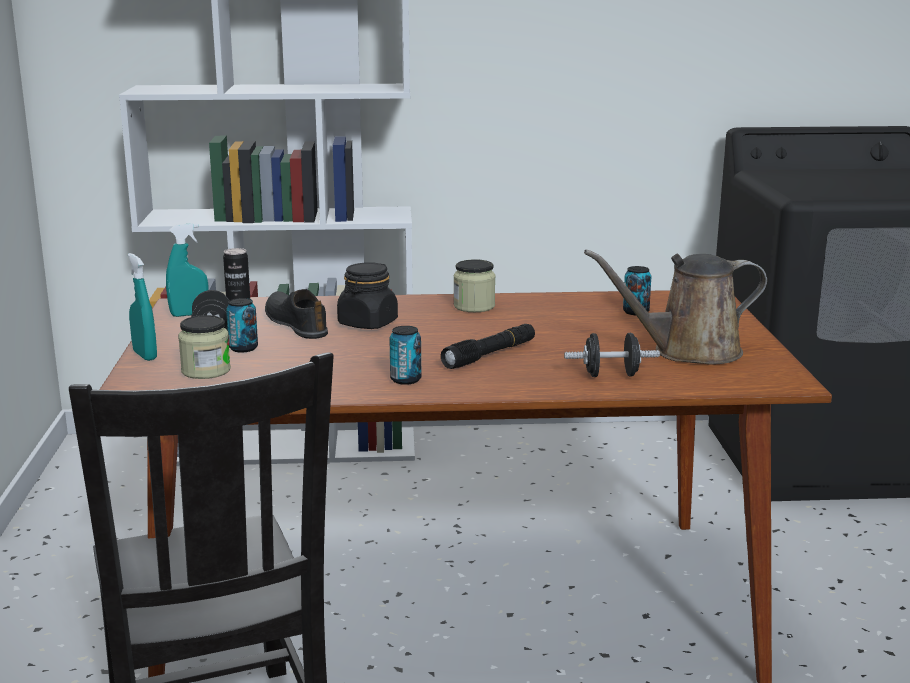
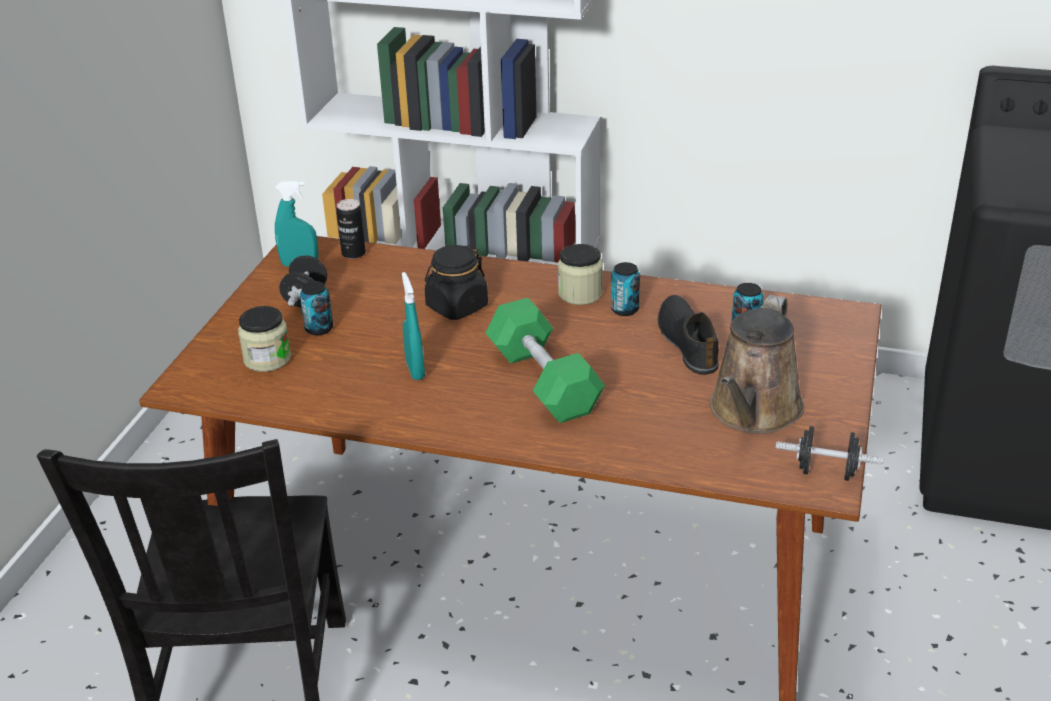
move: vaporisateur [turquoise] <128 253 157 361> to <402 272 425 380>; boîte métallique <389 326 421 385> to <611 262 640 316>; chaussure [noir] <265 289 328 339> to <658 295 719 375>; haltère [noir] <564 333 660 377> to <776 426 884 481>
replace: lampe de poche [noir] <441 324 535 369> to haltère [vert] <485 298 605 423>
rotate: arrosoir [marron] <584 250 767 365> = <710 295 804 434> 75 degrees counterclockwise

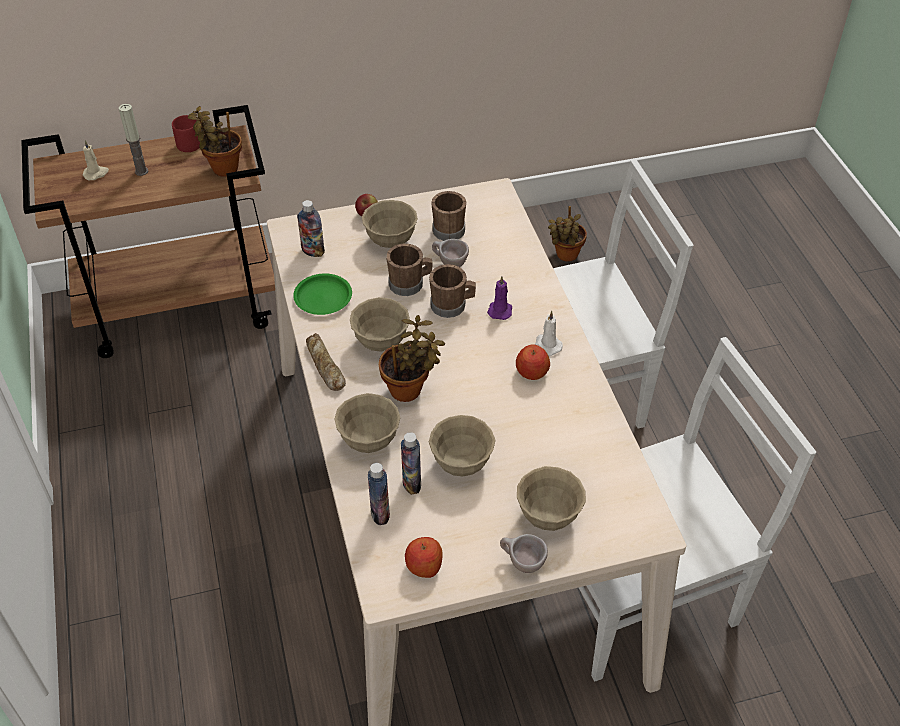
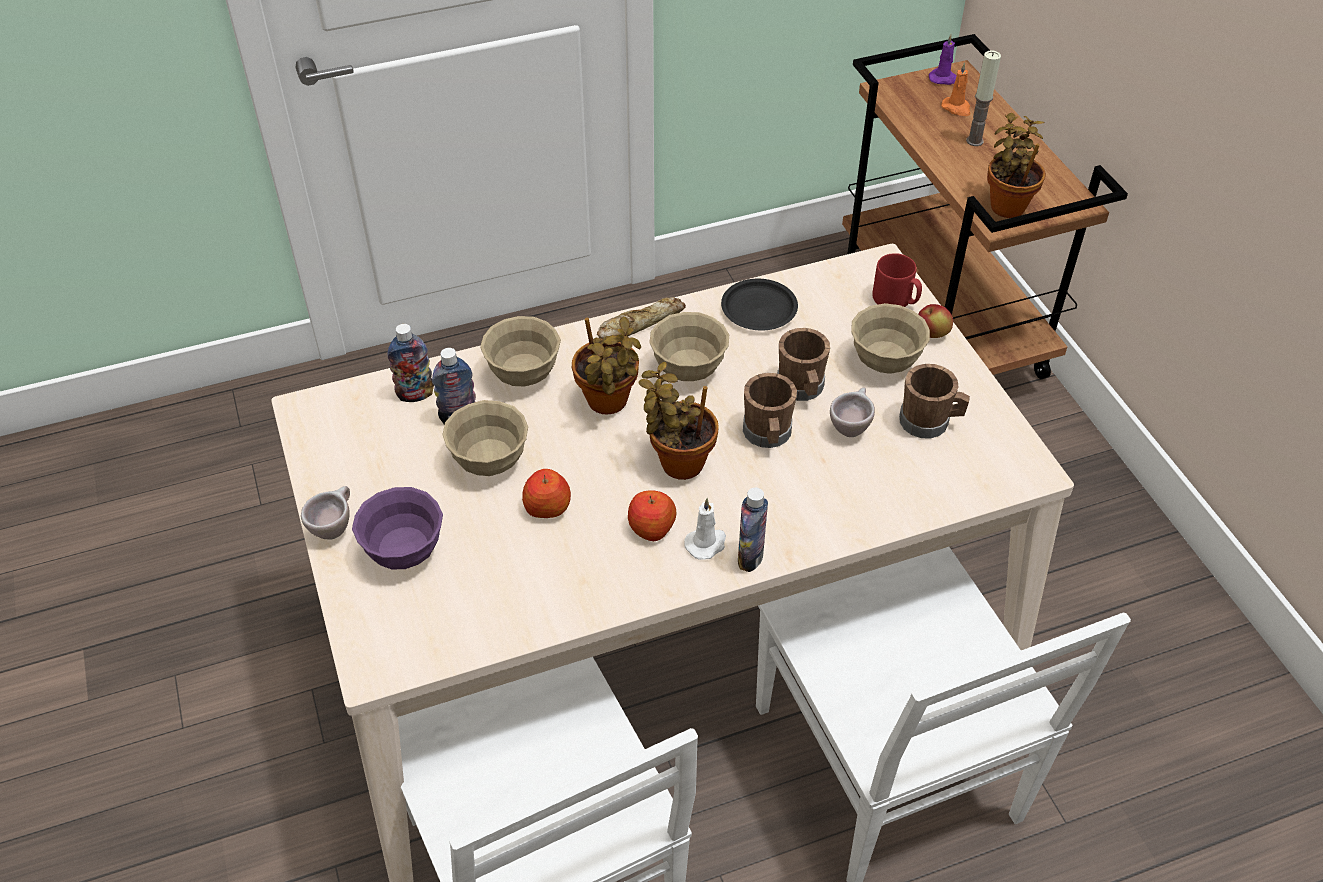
move: pomme <405 537 443 578> to <522 469 571 518>; plante en pot <548 206 587 262> to <638 362 719 480>; bouteille <297 200 325 257> to <738 488 768 572>; mug [rouge] <172 115 200 152> to <872 253 922 307>; bougie [violet] <487 276 512 320> to <929 34 957 85>
recolor: bol [beige] <517 466 586 531> to bol [violet] <352 487 443 570>; assiette [vert] <293 273 352 315> to assiette [noir] <721 279 798 331>; bougie [beige] <83 140 109 181> to bougie [orange] <941 62 970 116>

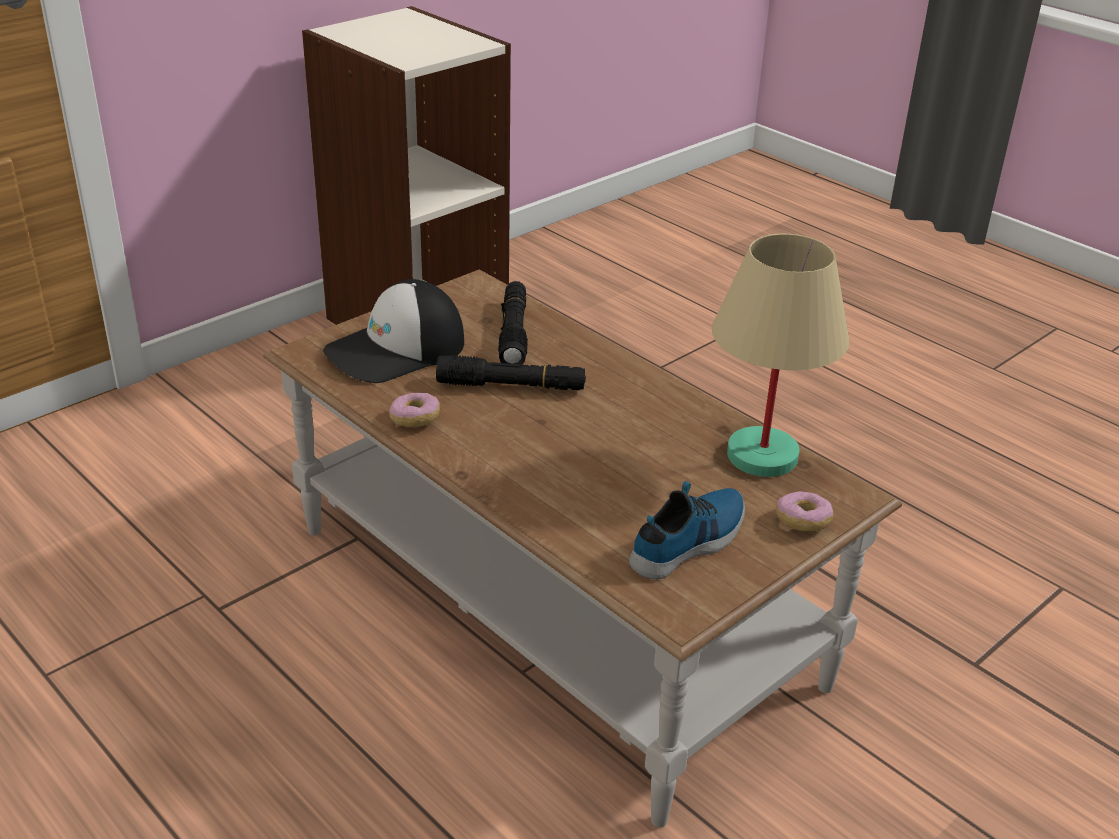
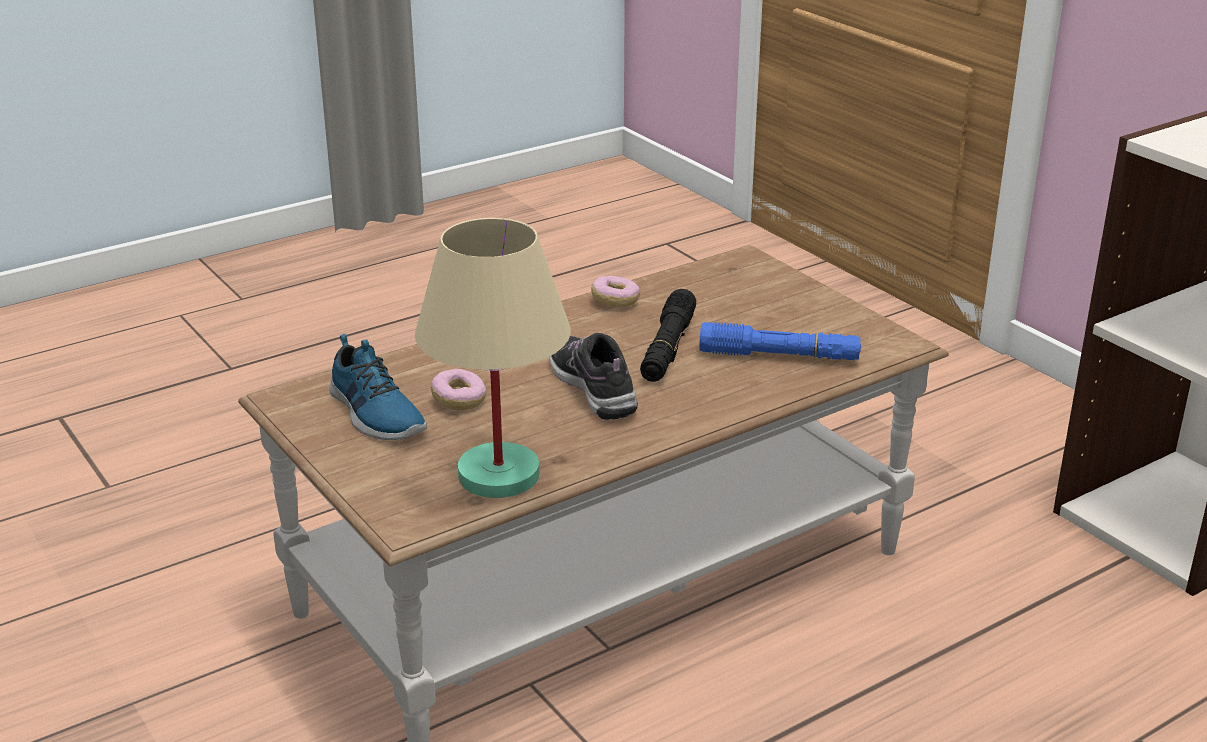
delete: casquette <323 279 464 383>
insert: chaussure <550 333 638 420>
move: beignet <776 491 834 531> to <431 369 487 410>
recolor: lampe de poche [noir] <498 281 528 365> to lampe de poche [bleu] <699 322 861 360>

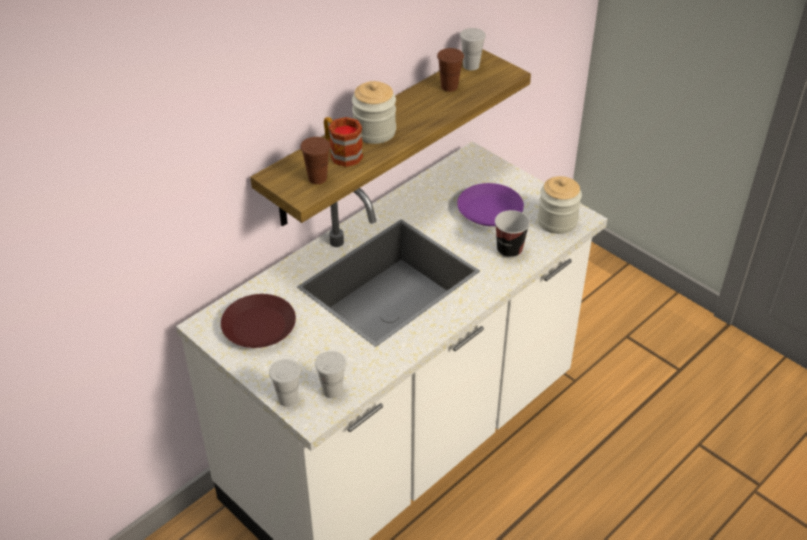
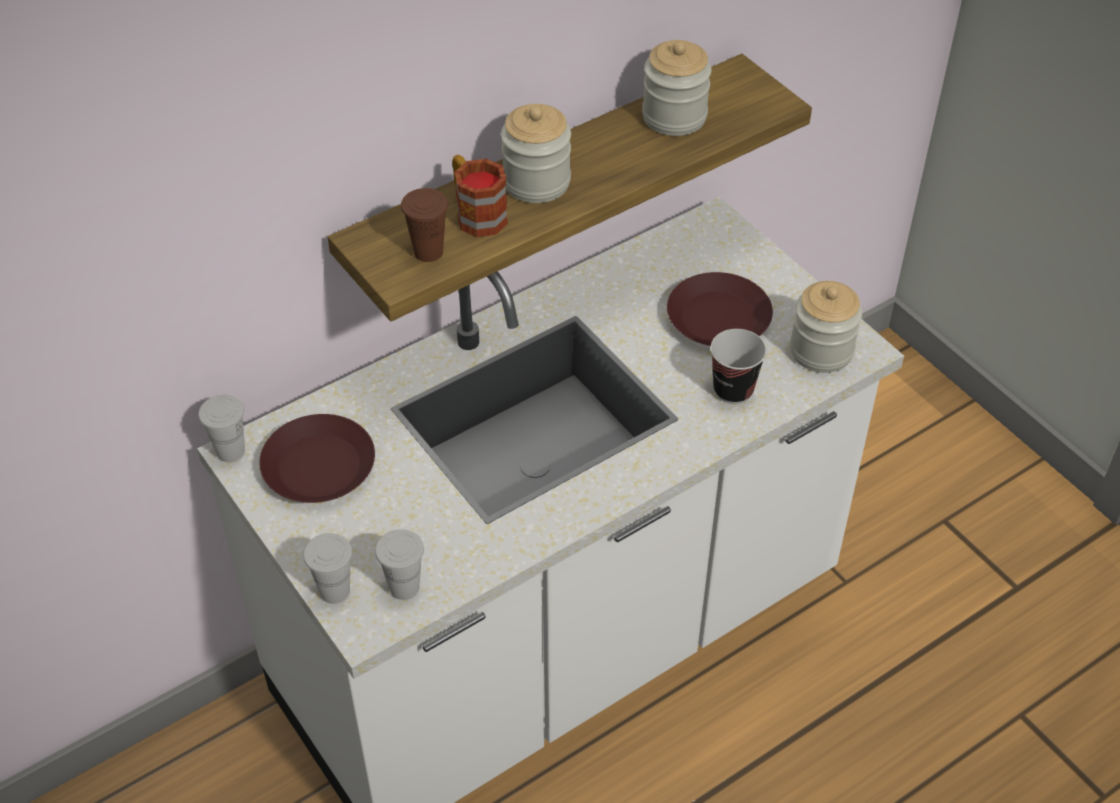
move: tasse [blanc] <460 28 486 71> to <198 395 245 462>
replace: tasse [marron] <437 48 464 92> to bocal <642 40 712 136>
recolor: assiette [violet] <457 183 524 226> to assiette [marron] <667 272 773 346>

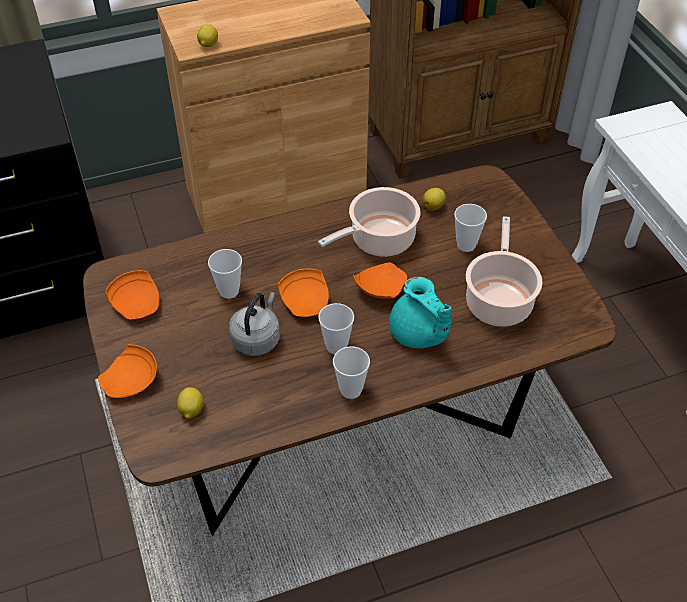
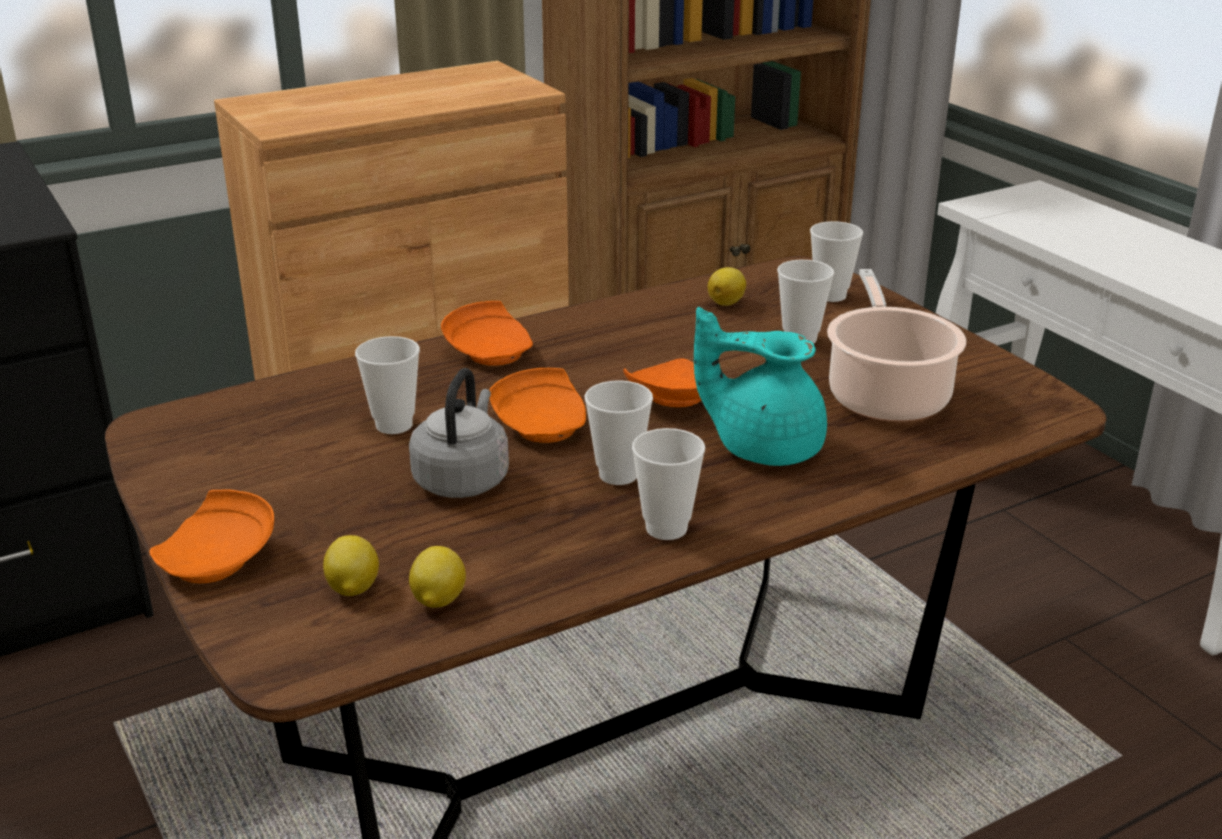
delete: marmite <318 187 420 257>
insert: tasse <810 221 863 302>
move: citron <197 24 218 47> to <409 546 466 608>; assiette [orange] <105 270 159 320> to <441 301 533 366>
rotate: théière [turquoise] <389 277 452 348> = <694 307 827 466> 150 degrees clockwise

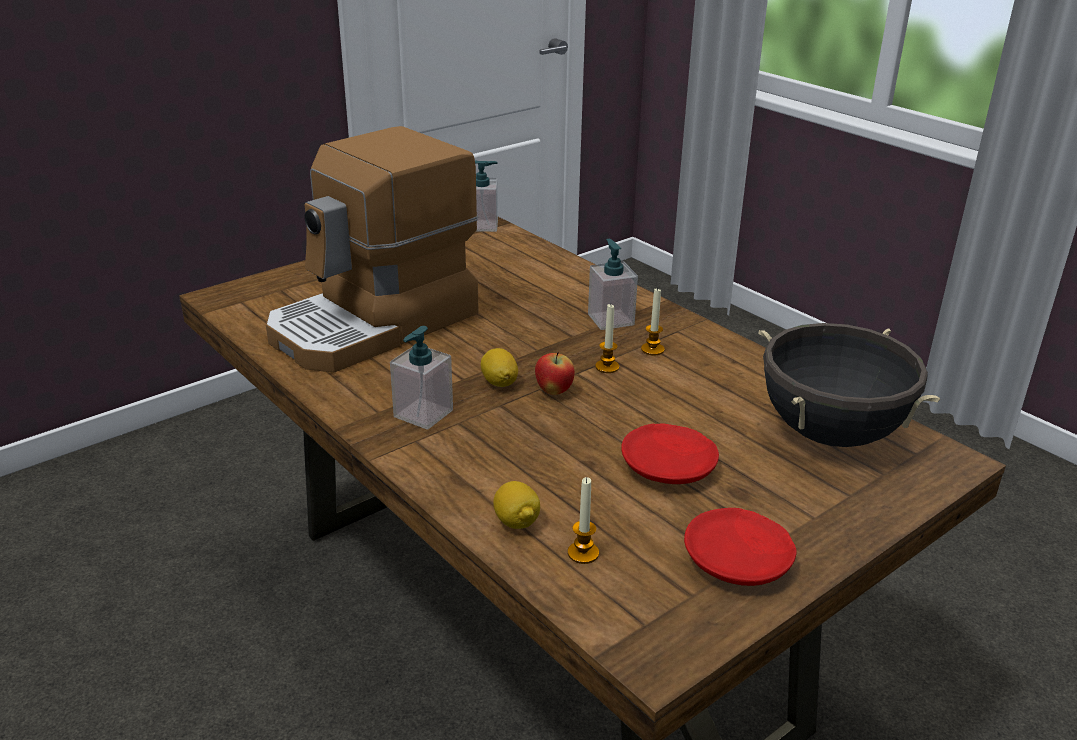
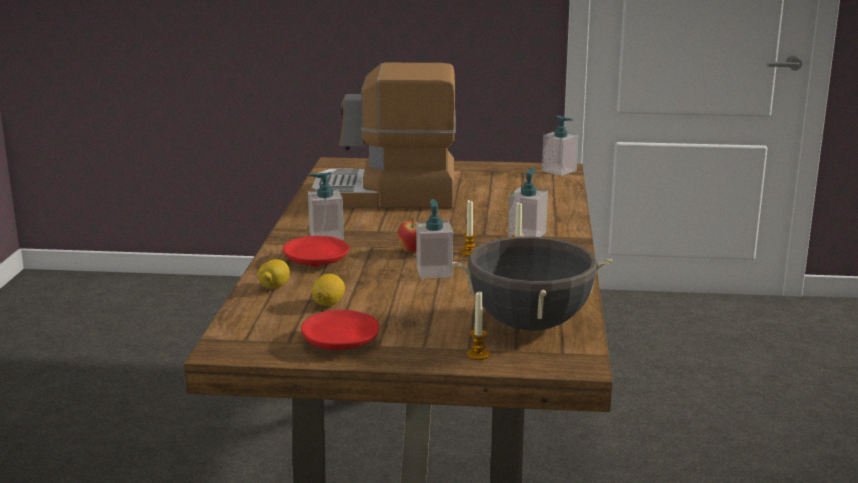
insert: distributeur de savon <416 199 453 279>
move: assiette [rouge] <621 424 719 484> to <283 236 350 267>; citron <481 348 518 387> to <312 274 345 306>; bougie <568 477 599 564> to <467 292 490 360>

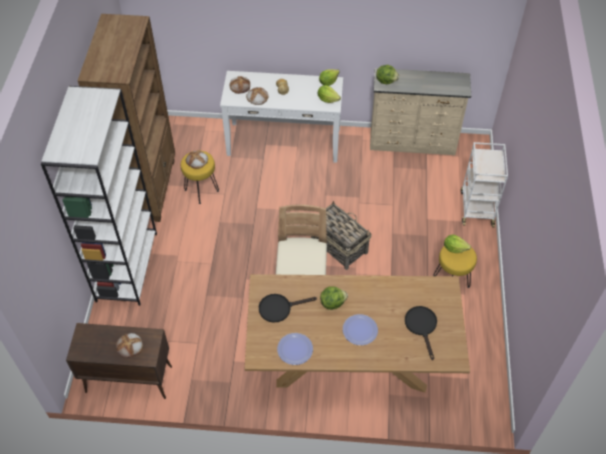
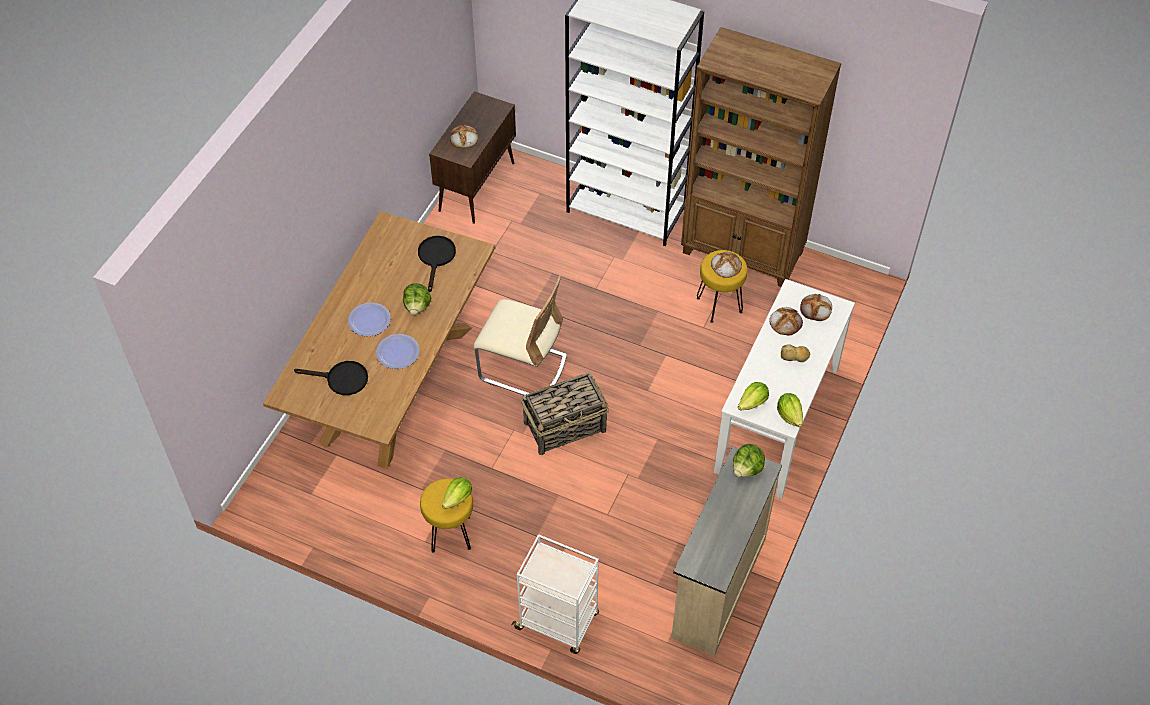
move: assiette <277 333 313 365> to <376 334 420 369>

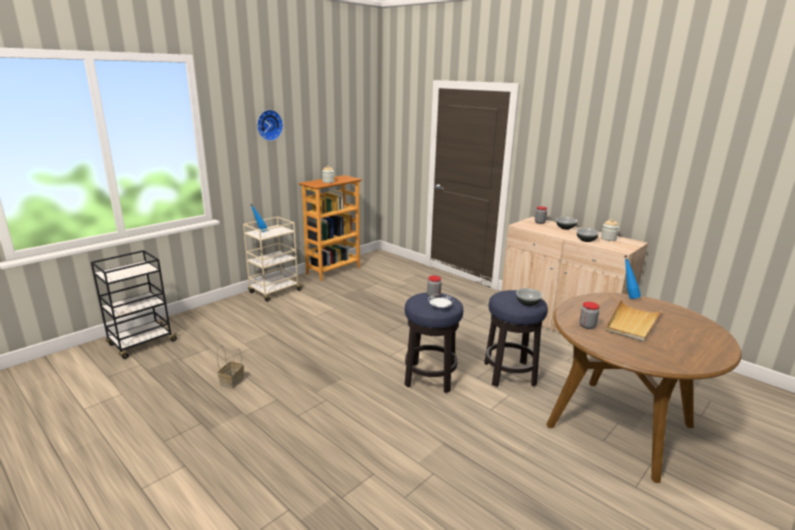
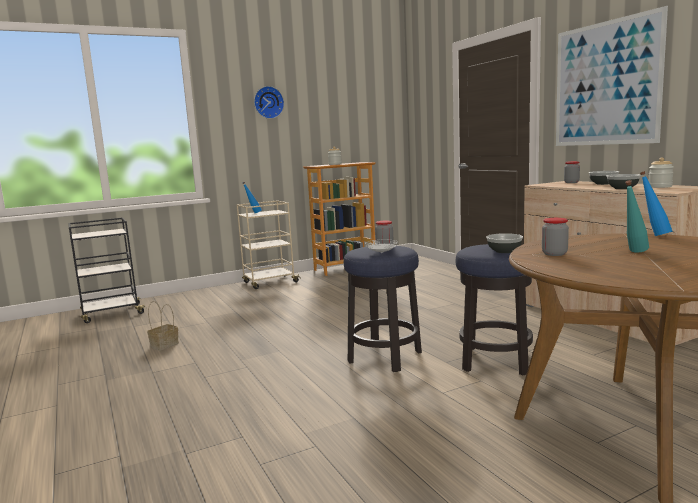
insert: tableau <556 6 668 146>
replace: plateau [beige] <606 300 662 342> to bouteille [turquoise] <625 180 649 253>

